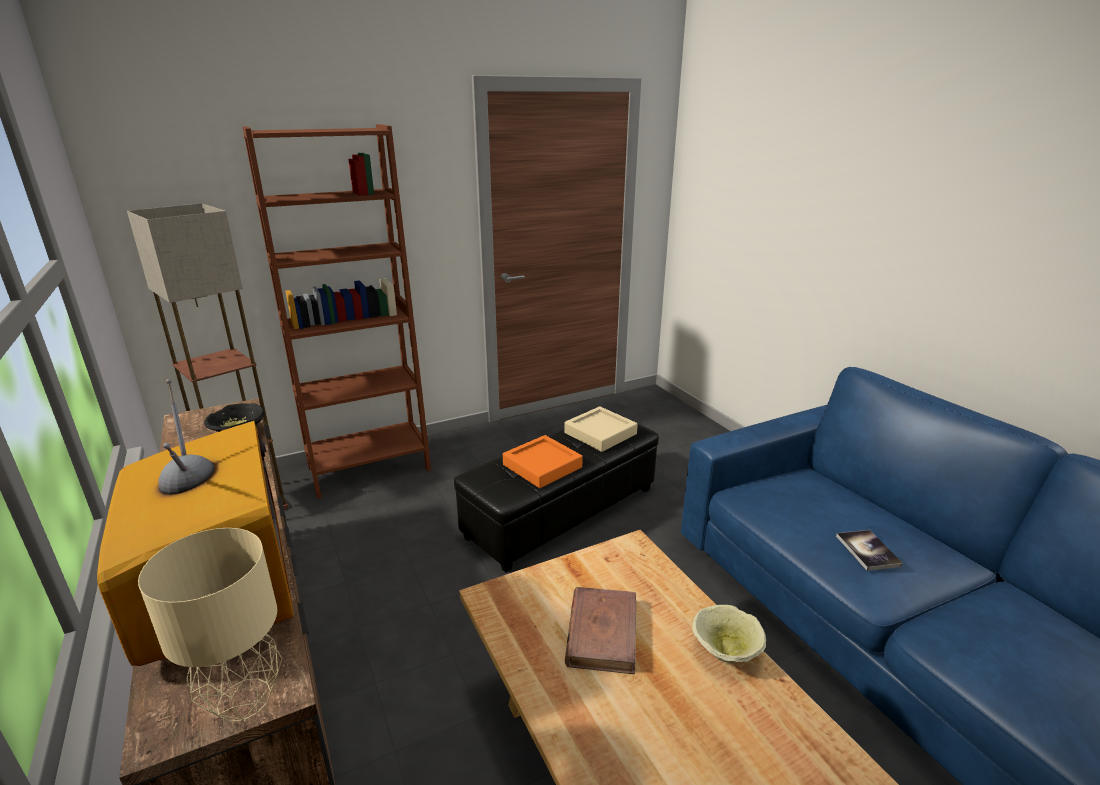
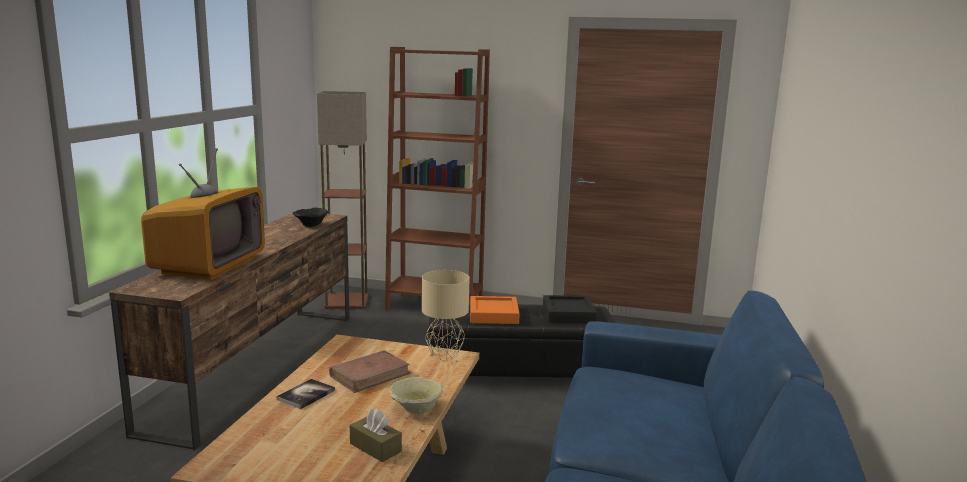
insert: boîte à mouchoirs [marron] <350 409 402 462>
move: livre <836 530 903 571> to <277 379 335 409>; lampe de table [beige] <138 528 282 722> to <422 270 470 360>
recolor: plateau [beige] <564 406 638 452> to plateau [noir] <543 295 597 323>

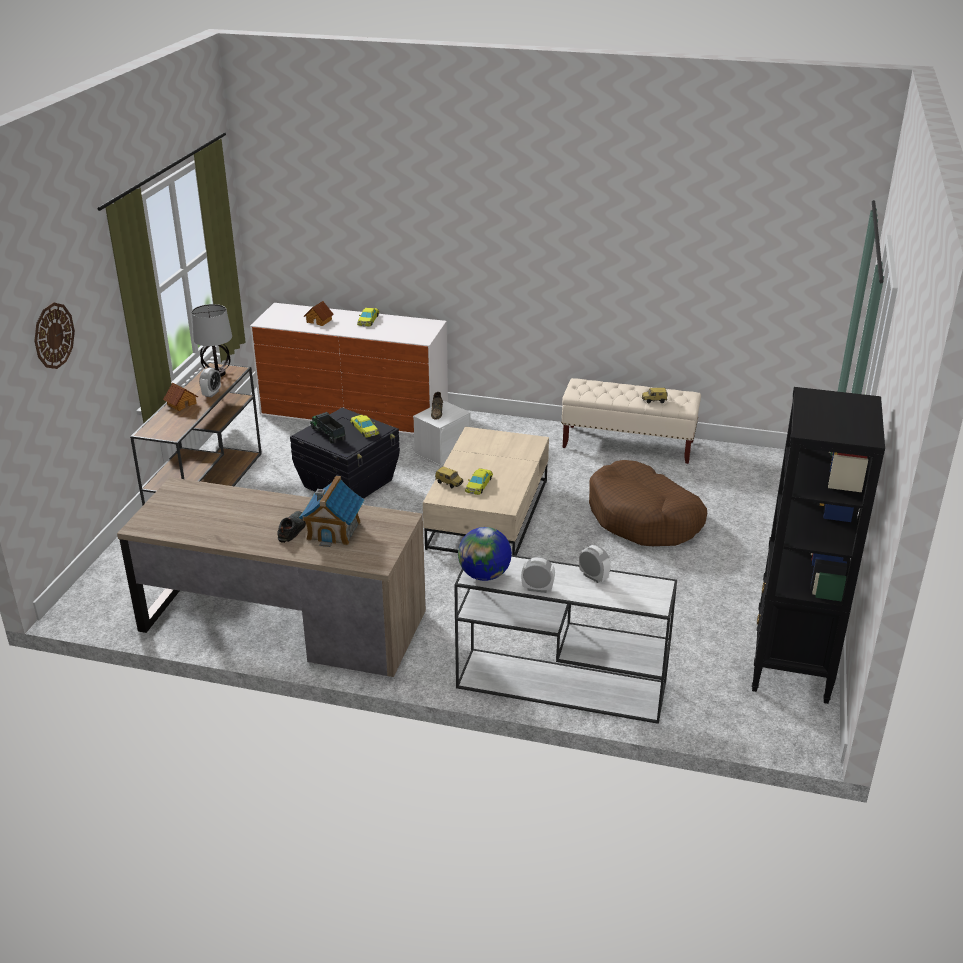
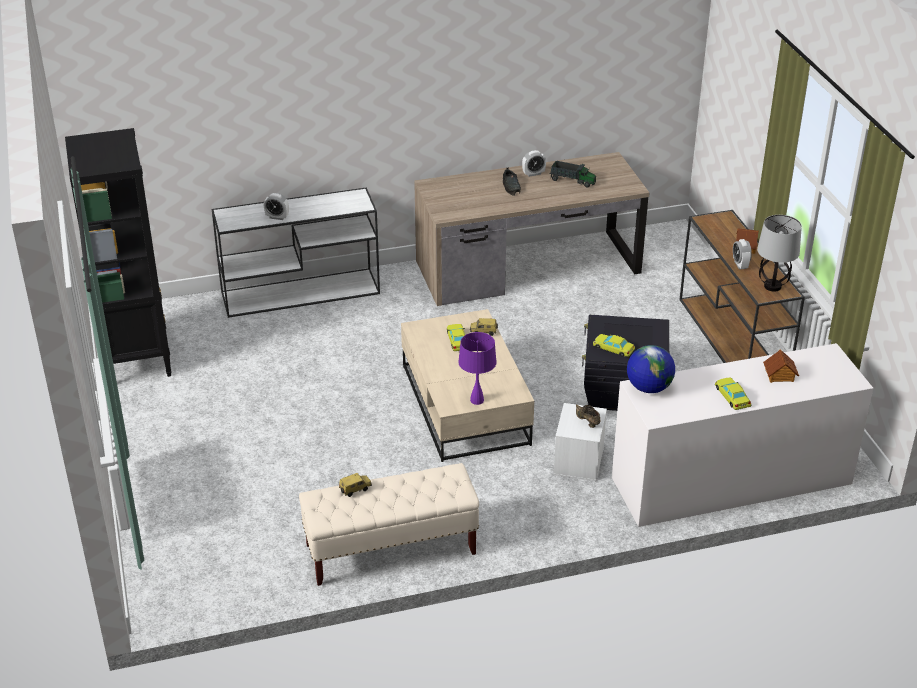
delete: horloge murale <34 302 75 369>; maison miniature <299 476 365 547>; panier pour chien [marron] <589 460 707 546>
insert: lampe de table [violet] <458 332 497 405>
move: réveil <521 557 555 593> to <522 150 546 177>; camion jouet <310 412 346 444> to <550 161 596 188>; globe <458 527 512 581> to <627 345 675 393>

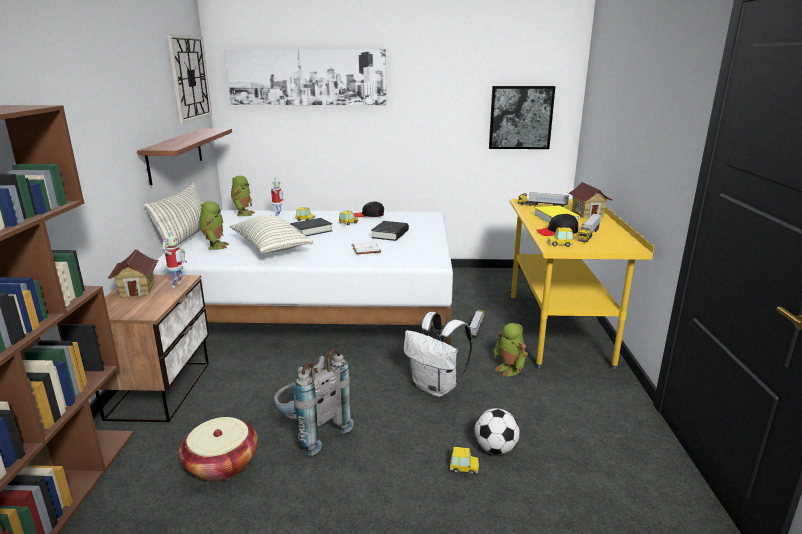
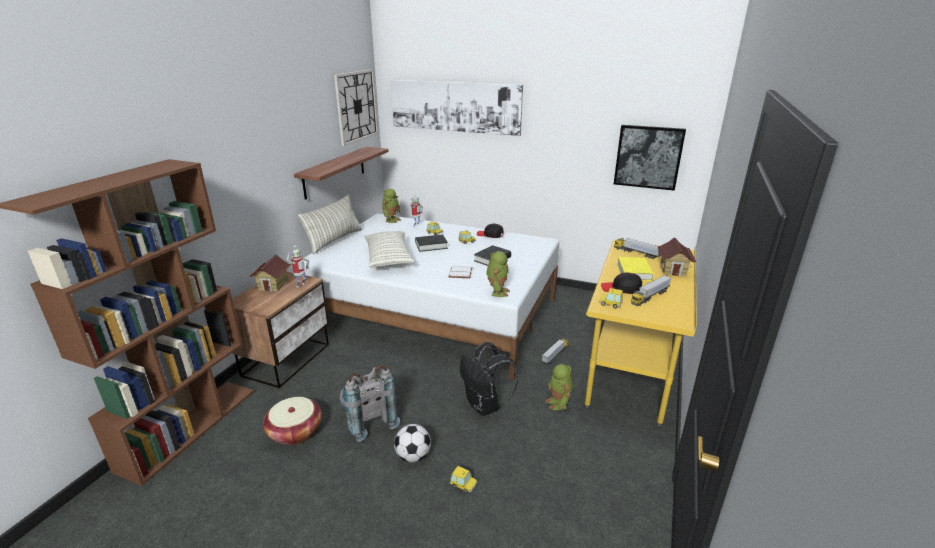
move: ballon de foot <474 408 520 455> to <394 424 431 462>; robot jouet <199 201 229 250> to <486 251 510 297>
recolor: sac à dos [blanc] <404 312 472 397> to sac à dos [noir] <460 342 518 416>

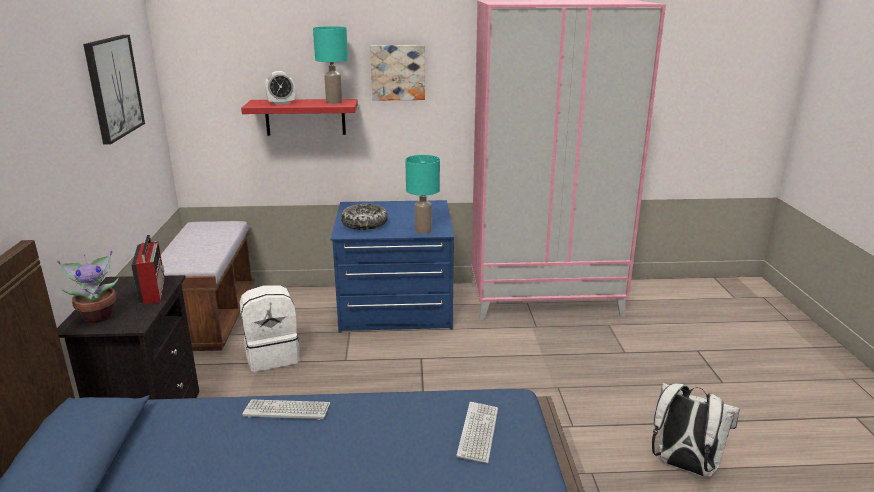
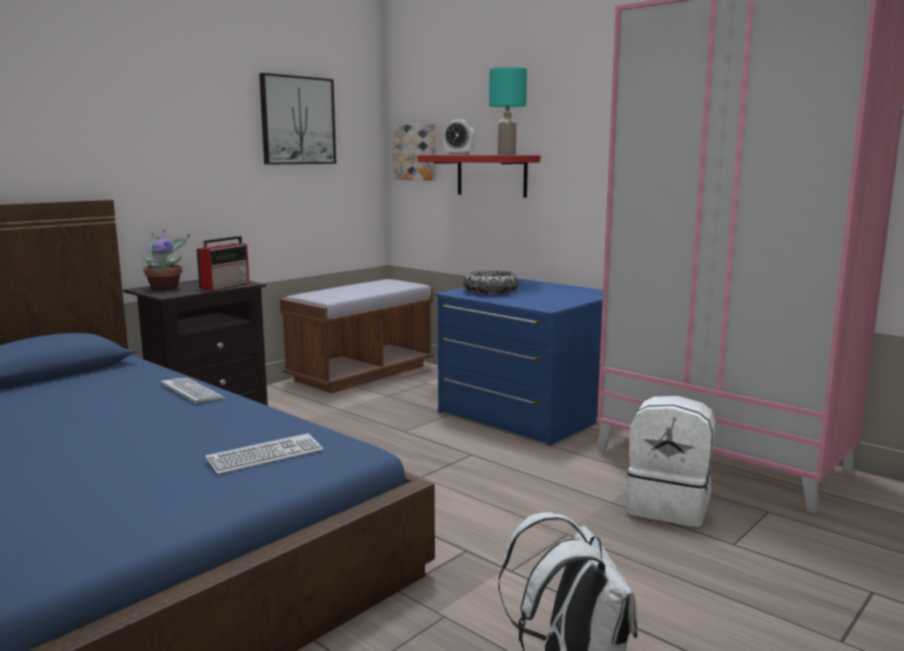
delete: lampe de table [turquoise] <405 155 440 234>
move: tableau <370 45 425 101> to <393 124 436 181>; sac à dos [blanc] <240 285 300 372> to <626 396 715 527>

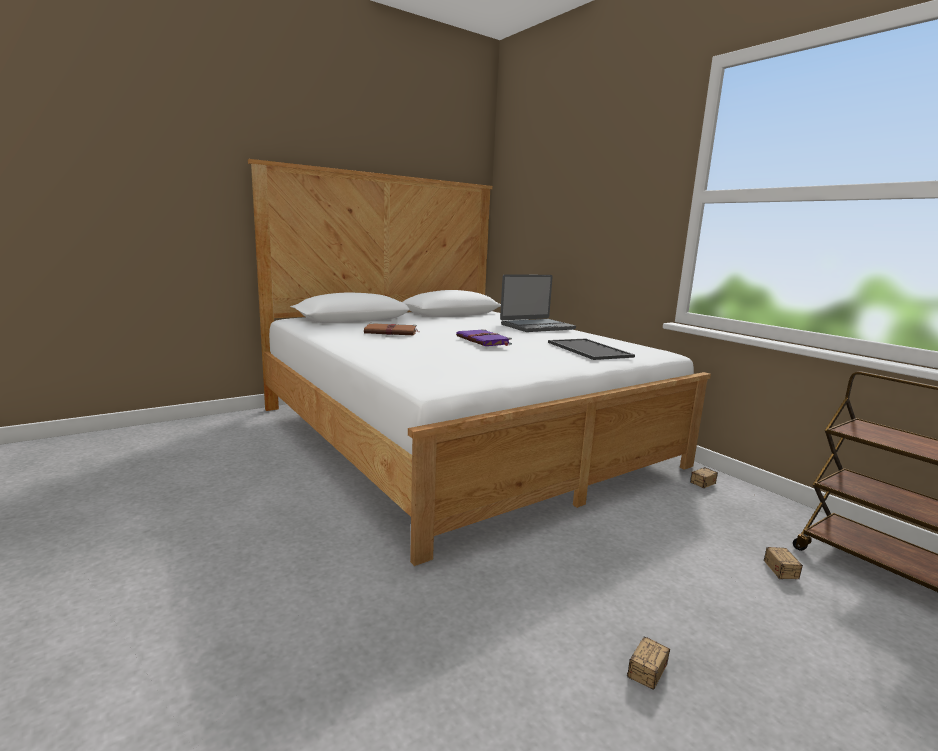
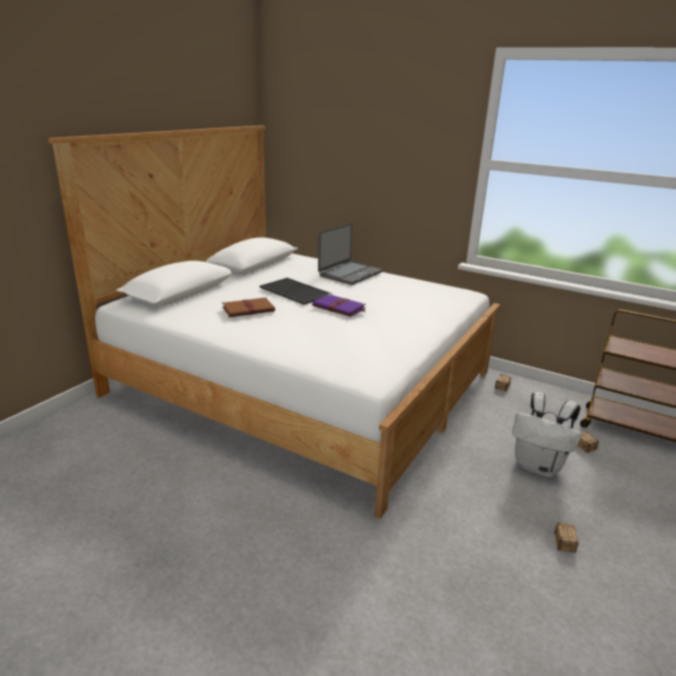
insert: sac à dos [blanc] <512 392 582 477>
move: plateau <548 339 635 360> to <260 278 332 305>

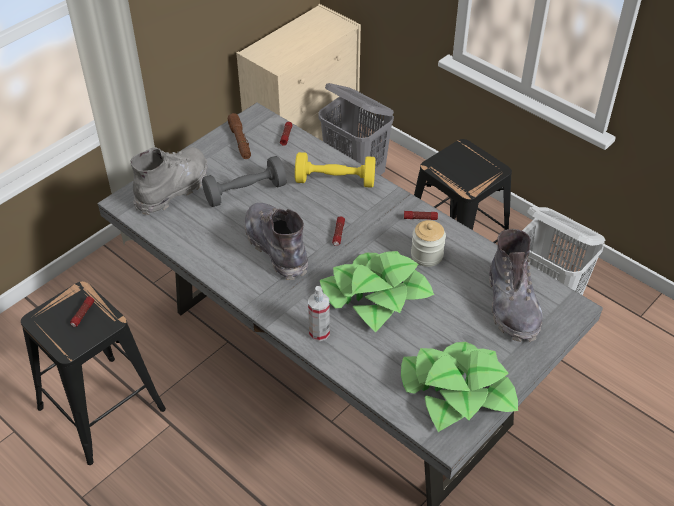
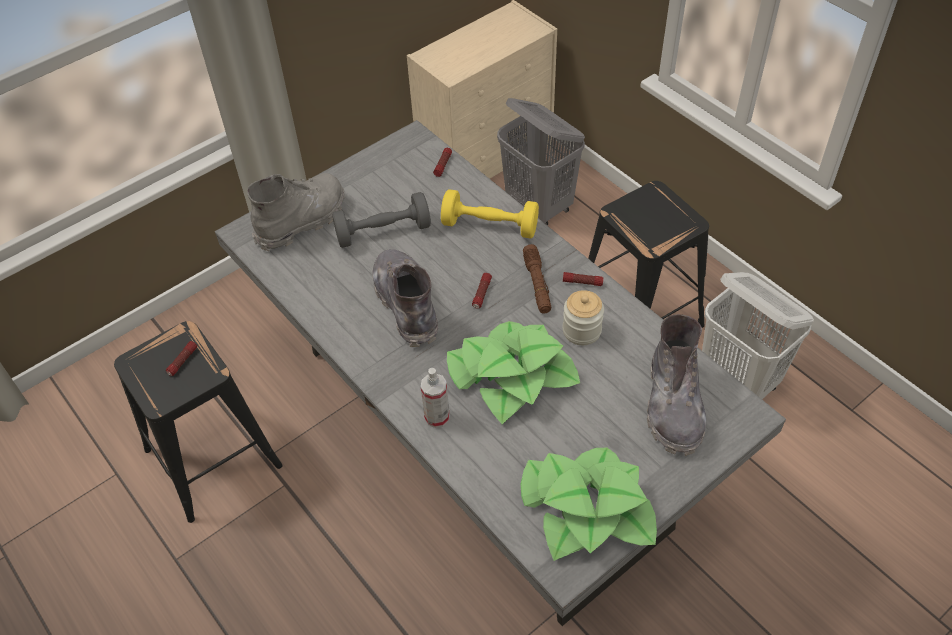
move: lampe de poche [marron] <228 113 251 159> to <523 244 551 314>

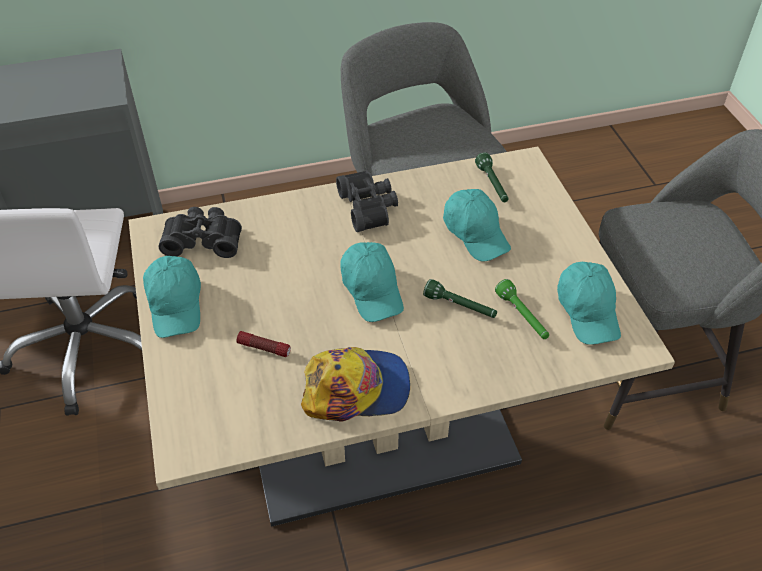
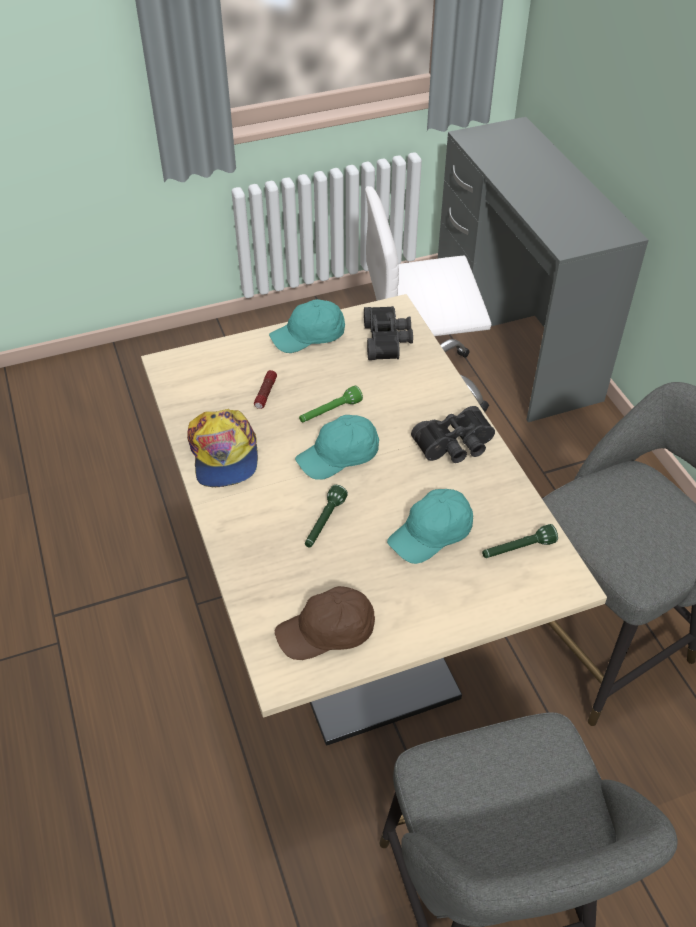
move: lampe de poche [vert] <495 279 549 339> to <299 386 363 422>
recolor: casquette [turquoise] <557 262 621 345> to casquette [marron] <275 586 375 660>

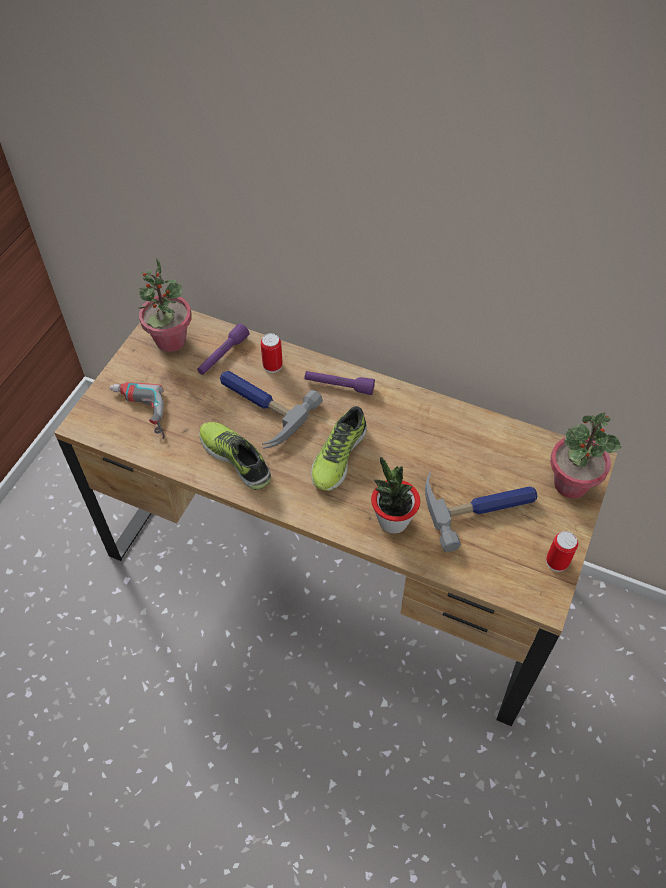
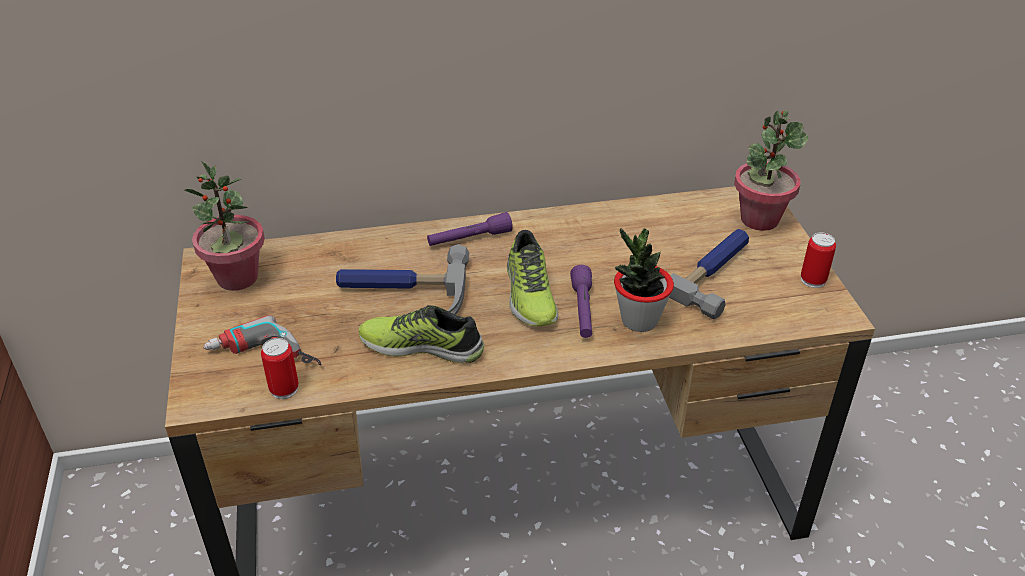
move: boîte métallique <261 333 283 373> to <261 338 299 399>; lampe de poche [violet] <197 323 249 375> to <570 265 592 338>

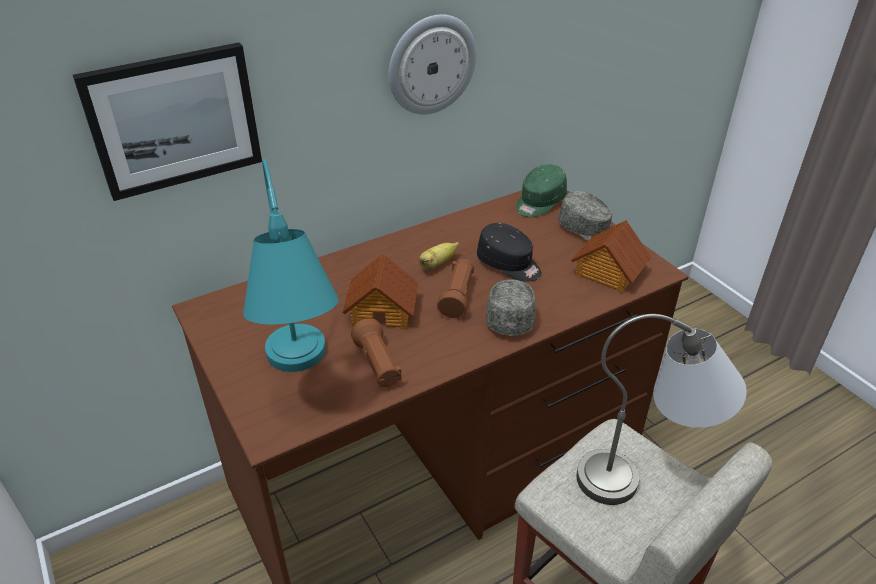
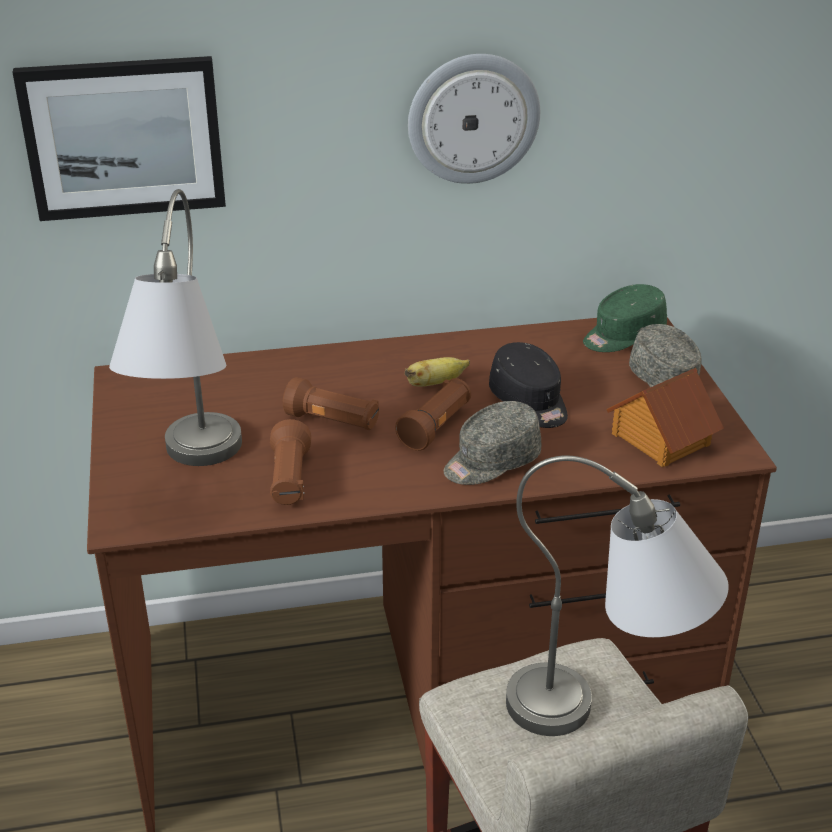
replace: maison miniature <342 253 418 329> to lampe de poche [marron] <283 377 379 430>
recolor: lampe de table [turquoise] <243 159 339 372> to lampe de table [gris] <109 189 242 466>
rotate: casquette [gris] <486 279 536 336> = <444 401 541 485> 150 degrees counterclockwise

